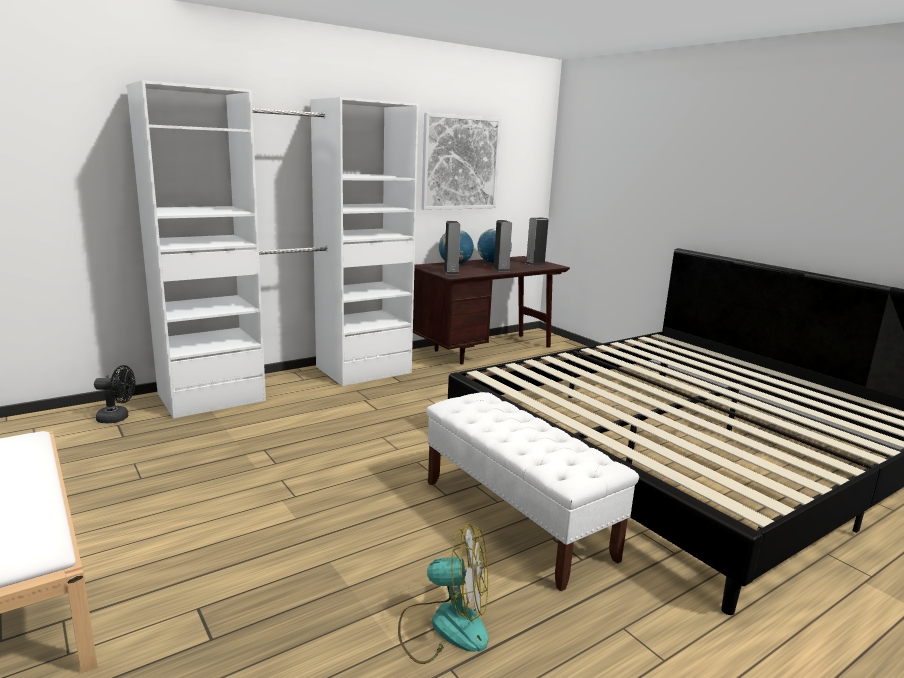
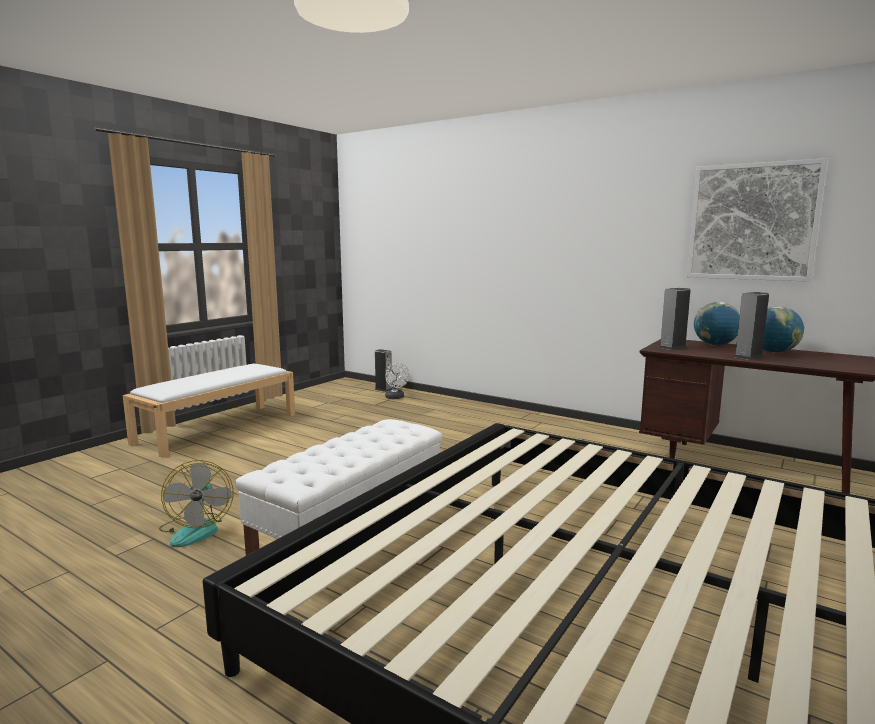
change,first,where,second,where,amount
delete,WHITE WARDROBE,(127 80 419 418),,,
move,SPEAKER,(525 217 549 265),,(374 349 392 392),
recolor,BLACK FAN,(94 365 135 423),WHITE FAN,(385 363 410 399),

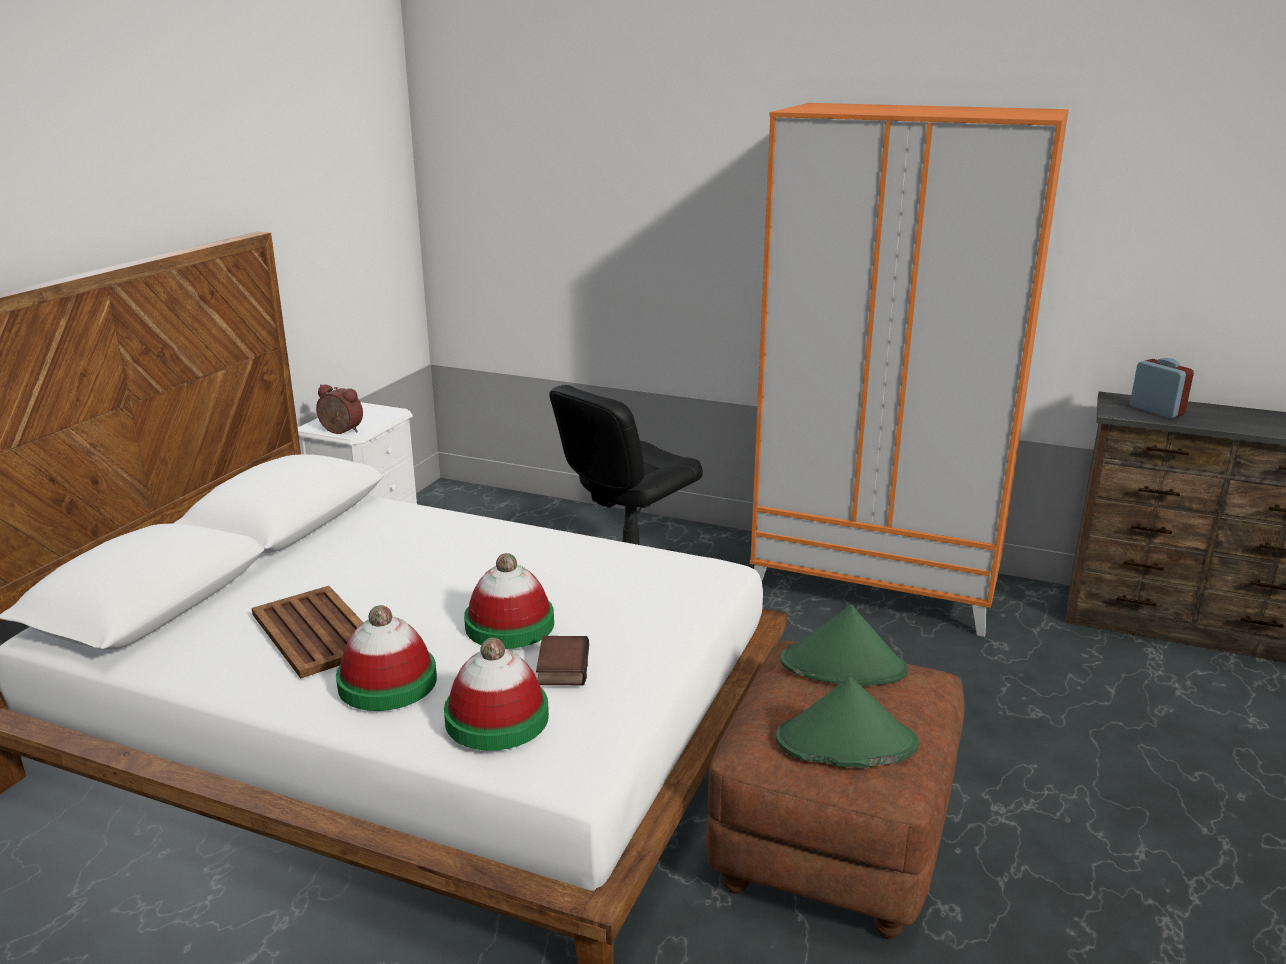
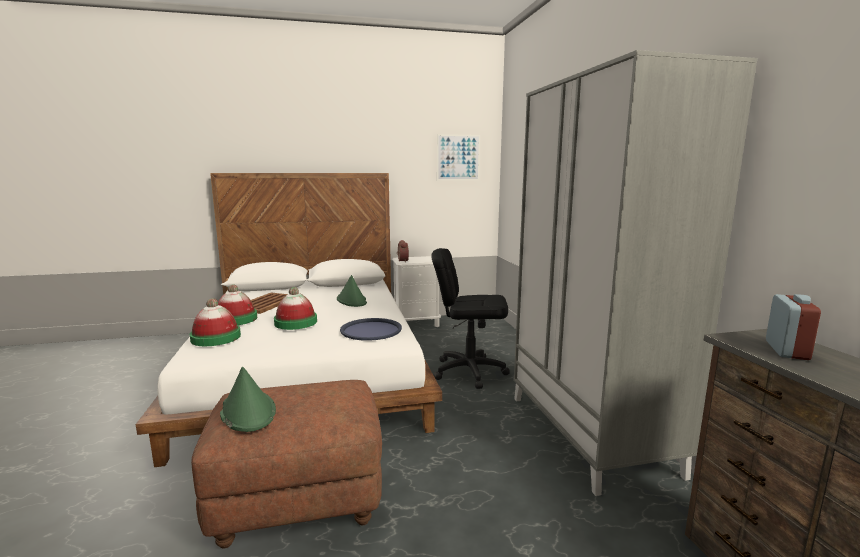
change,first,where,second,where,amount
delete,BOOK,(536 636 589 685),,,
insert,,,BLUE TRAY,(340 318 402 341),
insert,,,PICTURE,(437 134 480 181),
move,GREEN HAT,(780 604 908 685),,(337 275 367 307),
recolor,ORANGE WARDROBE,(750 103 1069 637),GREY WARDROBE,(513 50 757 496),

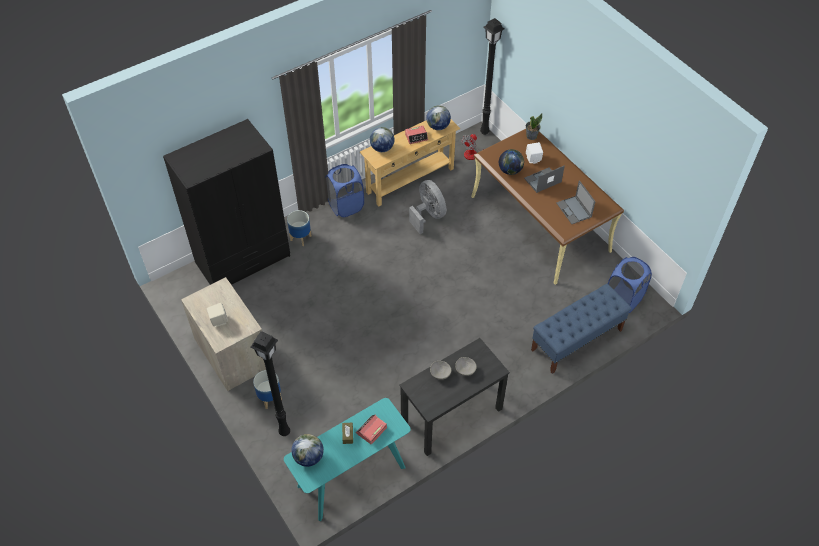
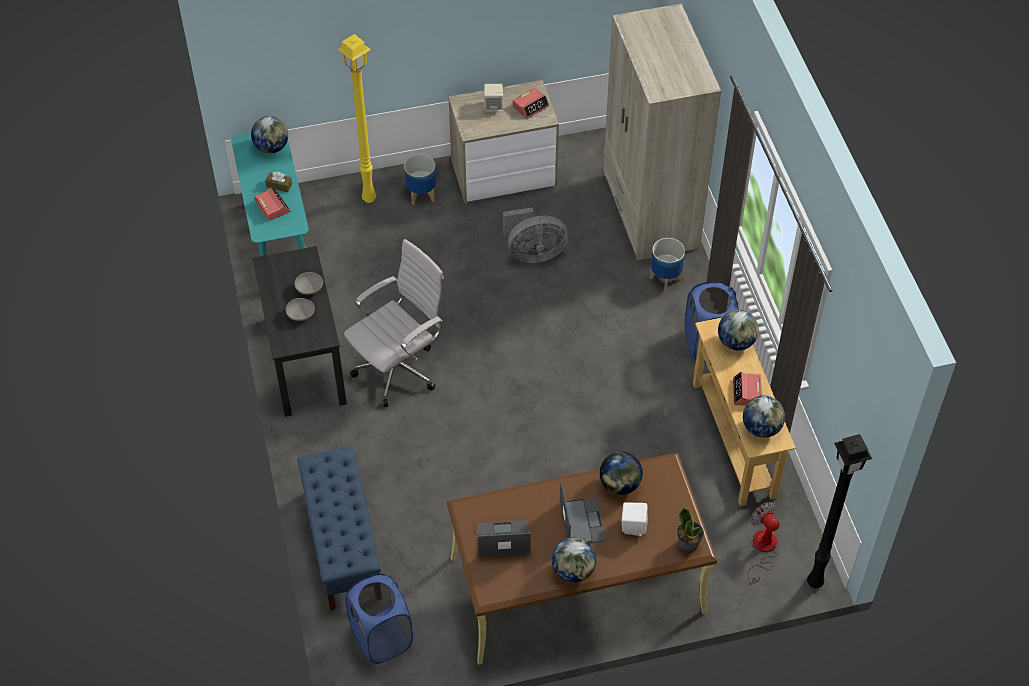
change,first,where,second,where,amount
insert,,,WHITE OFFICE CHAIR,(344 239 444 407),
insert,,,ALARM CLOCK,(513 88 549 119),
insert,,,GLOBE,(552 537 596 582),
move,GREY FAN,(409 180 447 234),,(503 207 568 263),
recolor,BLACK WARDROBE,(163 119 290 285),BEIGE WARDROBE,(603 4 721 260),
recolor,BLACK FLOOR LAMP,(250 331 290 436),YELLOW FLOOR LAMP,(338 34 376 203),

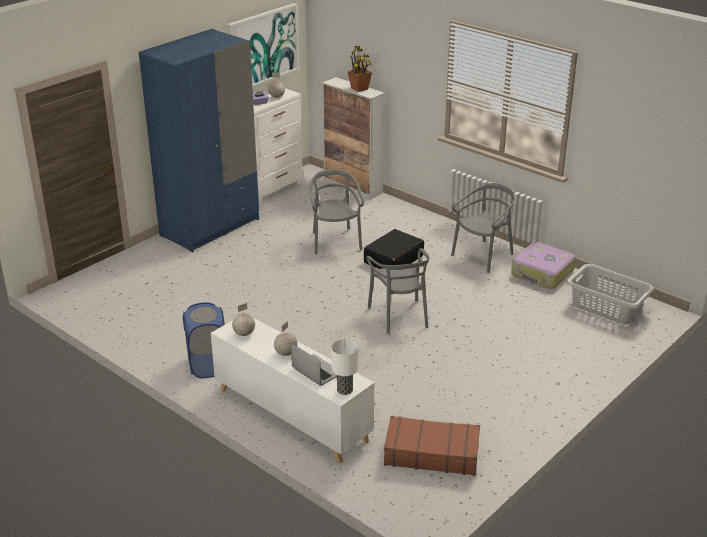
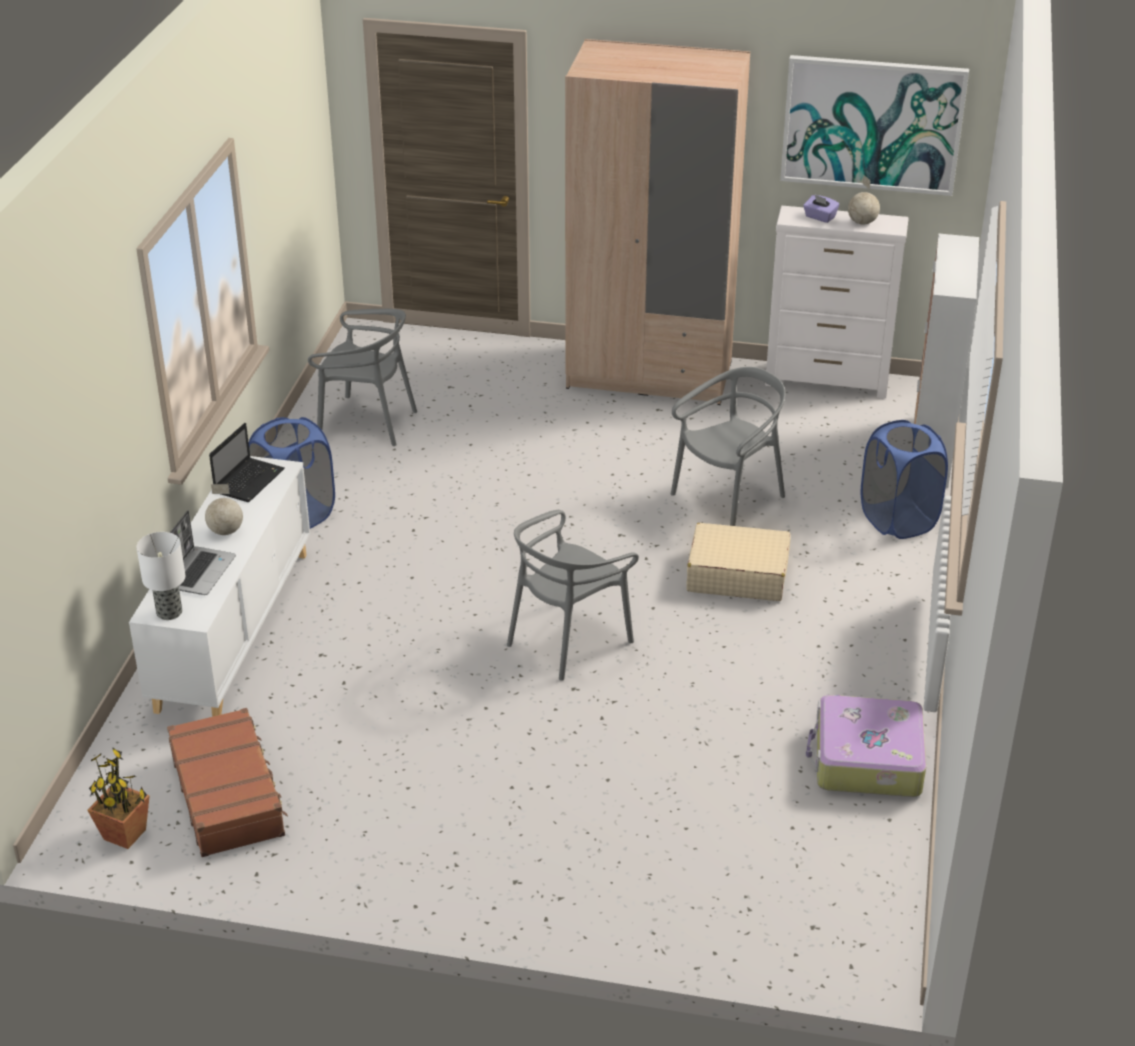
change,first,where,second,where,amount
delete,GREY LAUNDRY BASKET,(567 264 654 325),,,
insert,,,BLUE LAUNDRY BASKET,(861 420 948 539),
move,POTTED PLANT,(348 46 372 92),,(87 747 150 849),
move,GREY CHAIR,(451 183 515 273),,(308 309 417 446),
replace,GLOBE,(232 303 255 336),LAPTOP,(209 423 285 502),
recolor,BLUE WARDROBE,(139 29 259 252),BEIGE WARDROBE,(565 39 750 405),
recolor,BLACK SUITCASE,(364 229 424 269),BEIGE SUITCASE,(686 523 790 601),

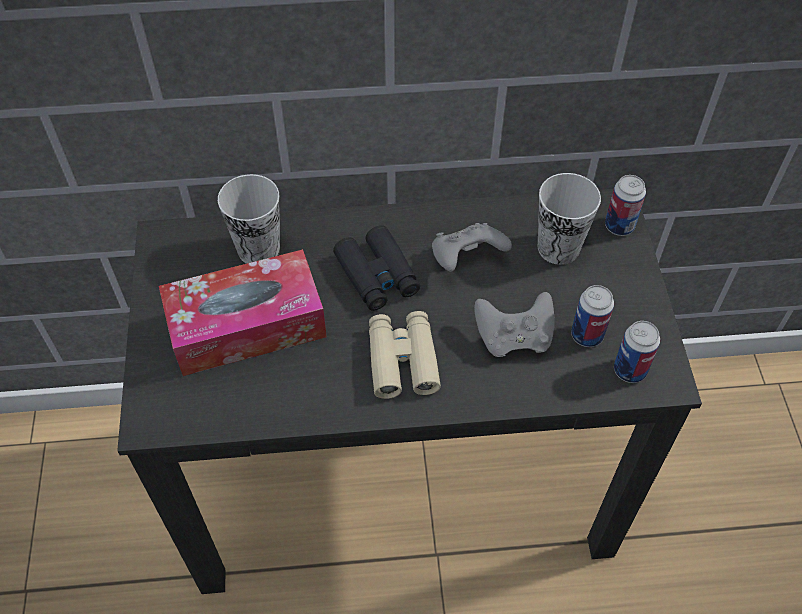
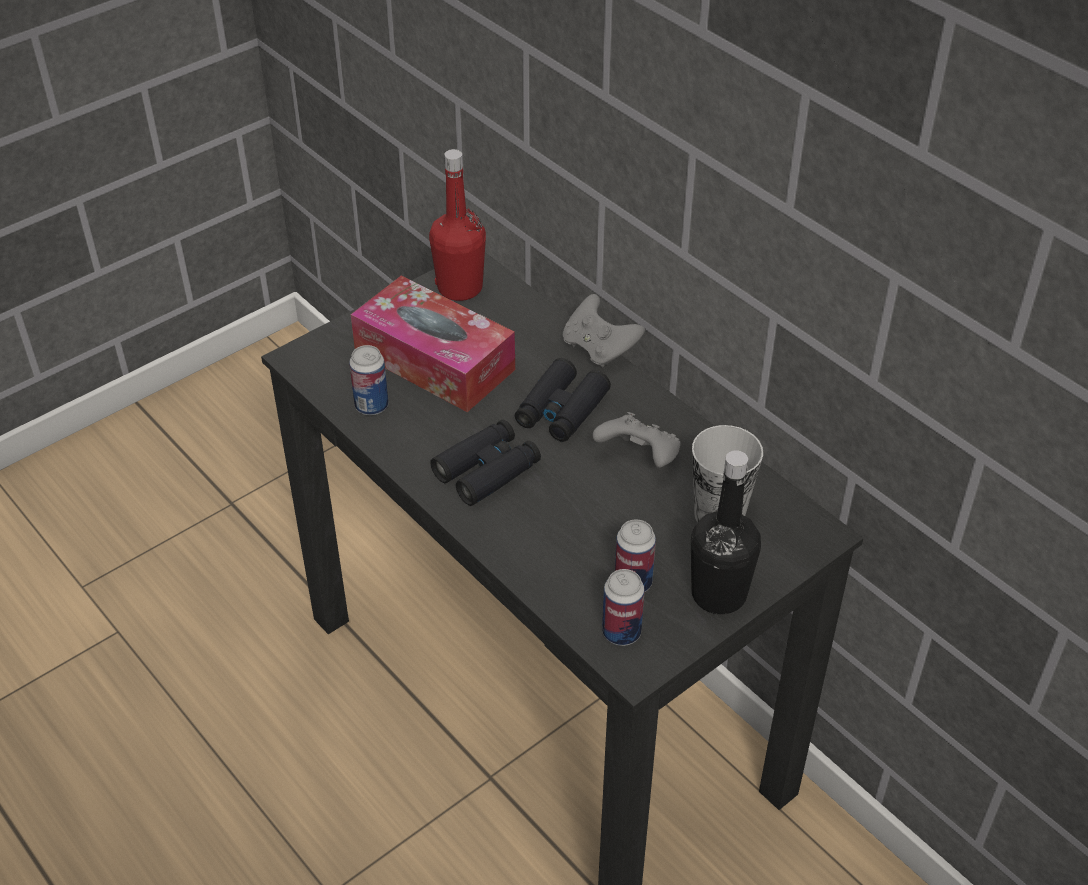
change,first,where,second,where,amount
delete,CUP,(218 174 280 264),,,
insert,,,RED BOTTLE,(429 149 486 301),
insert,,,BLACK BOTTLE,(691 450 761 614),
move,GREY GAME CONTROLLER,(474 292 555 357),,(563 294 645 368),
move,CAN,(605 175 646 236),,(349 345 389 415),
recolor,BEIGE BINOCULARS,(369 311 441 399),BLACK BINOCULARS,(430 420 541 506),

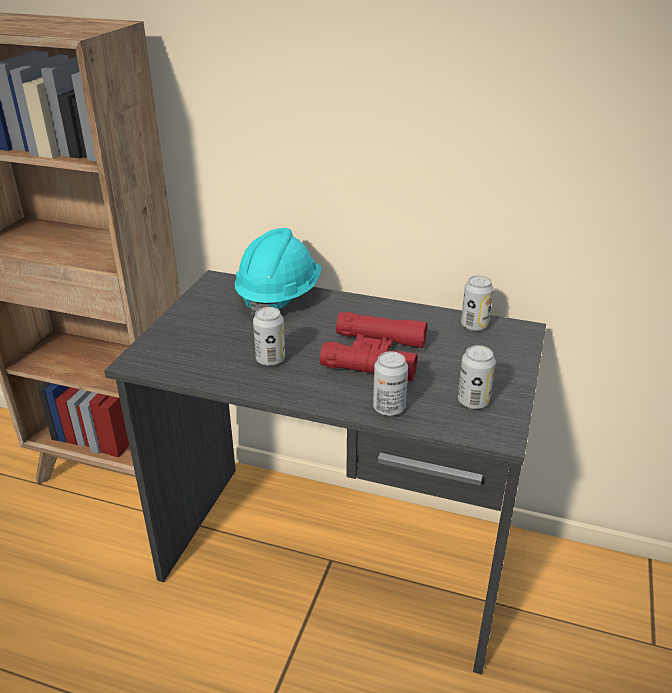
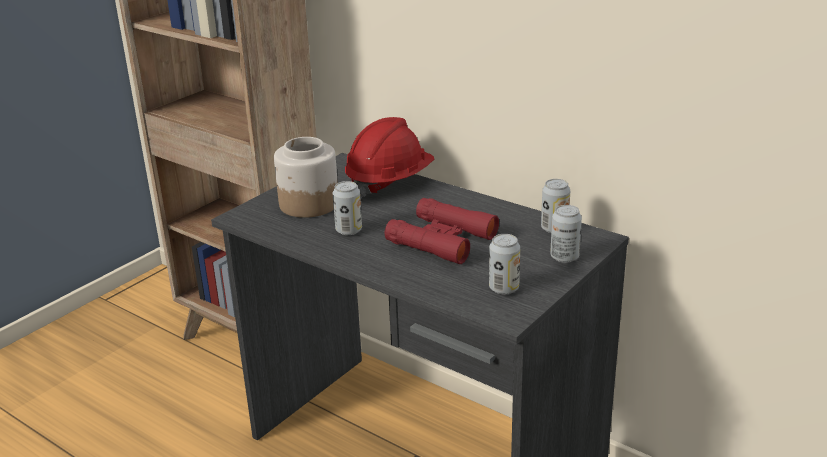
change,first,where,second,where,amount
insert,,,JAR,(274 137 338 218),
move,CAN,(373 351 408 416),,(550 205 582 263),
recolor,TURQUOISE HARD HAT,(235 228 322 316),RED HARD HAT,(345 117 434 198),

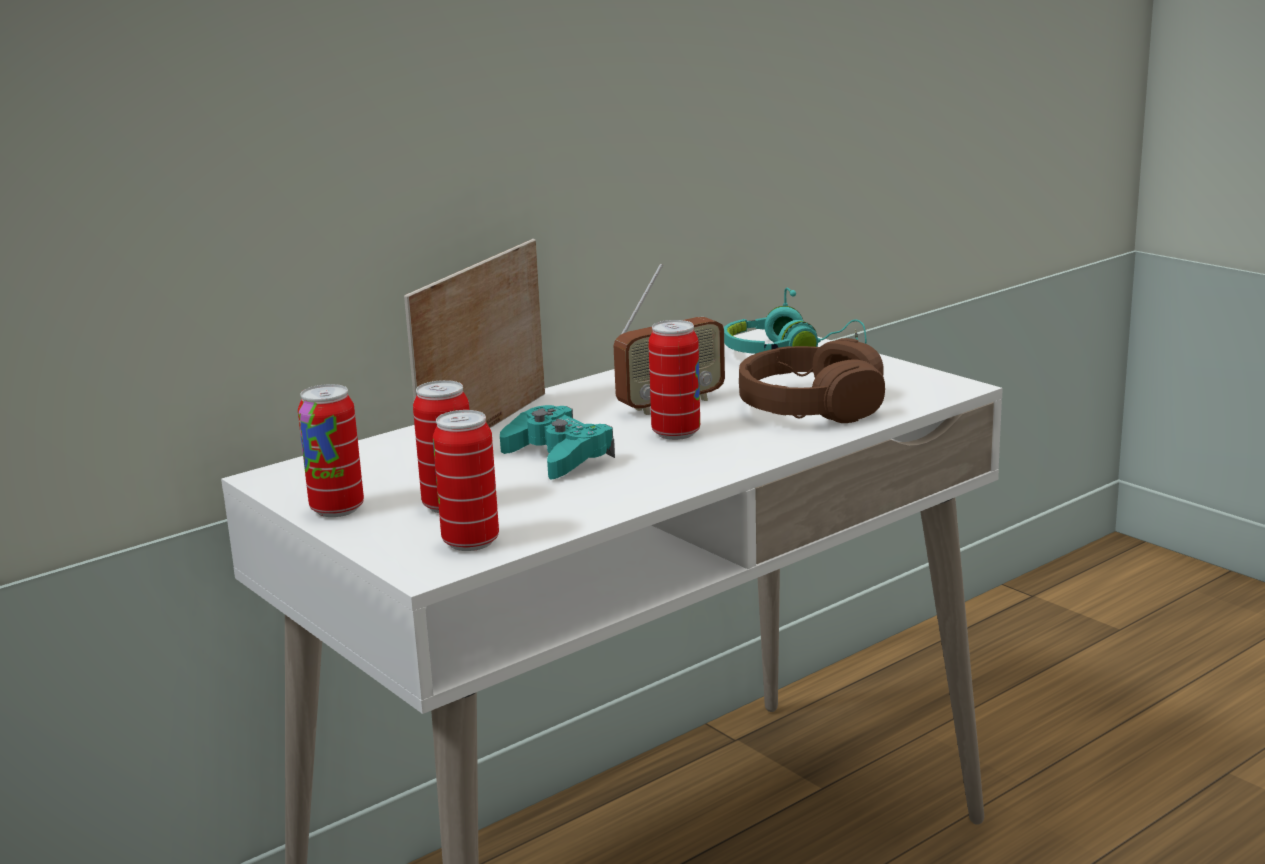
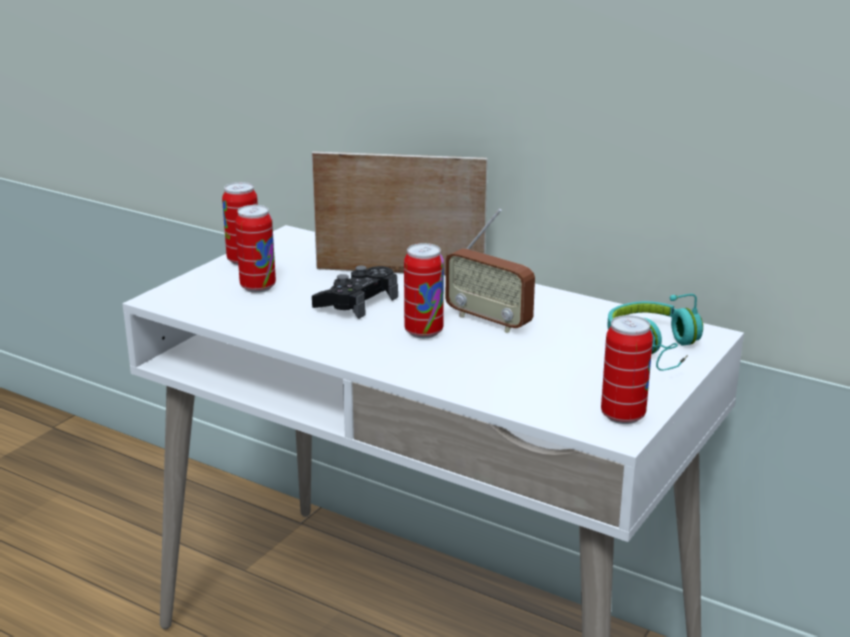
change,first,where,second,where,amount
delete,BROWN HEADPHONES,(739 338 885 423),,,
move,CAN,(433 410 499 551),,(601 315 653 424),
recolor,TURQUOISE GAME CONTROLLER,(500 405 615 480),BLACK GAME CONTROLLER,(312 265 398 319),

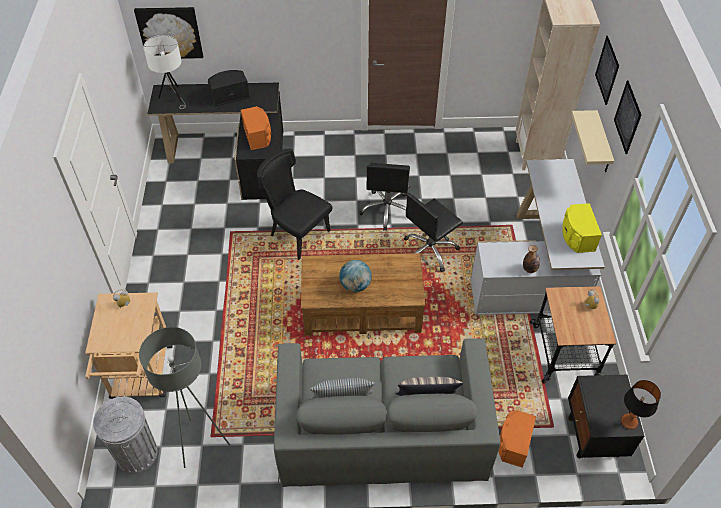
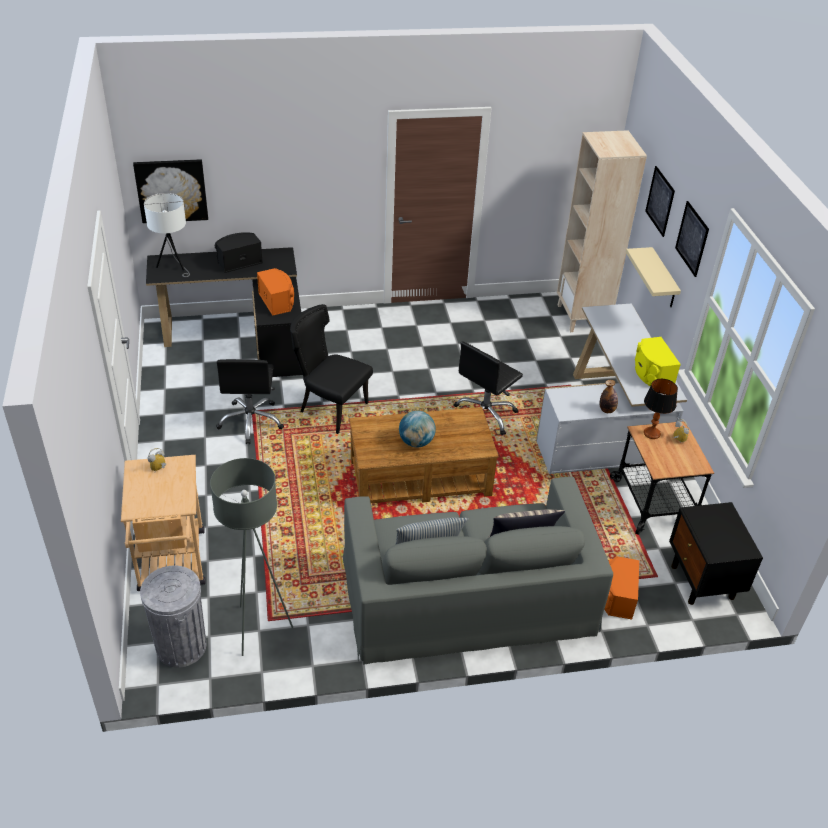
change,first,where,second,where,amount
move,BLACK OFFICE CHAIR,(359 163 410 231),,(216 359 284 444),
move,TABLE LAMP,(621 380 661 429),,(644 379 678 439),

